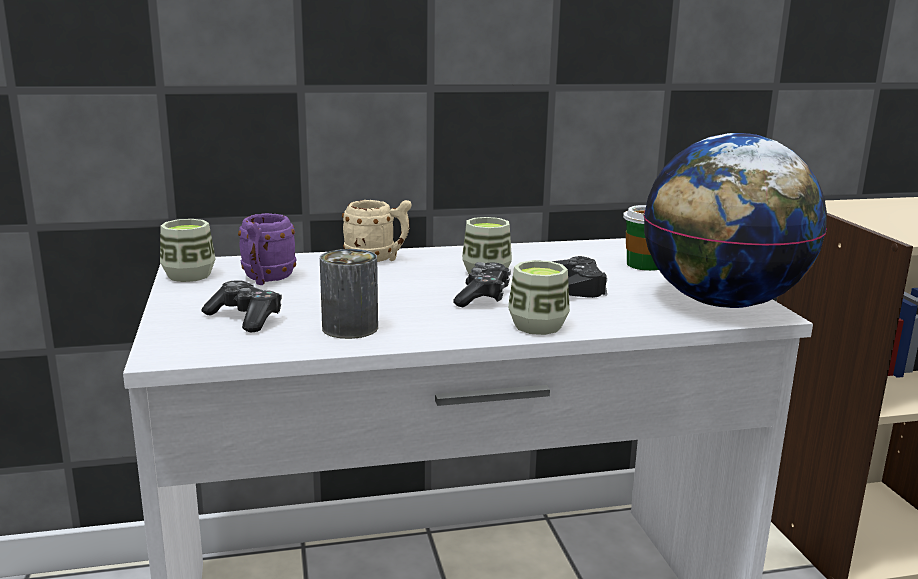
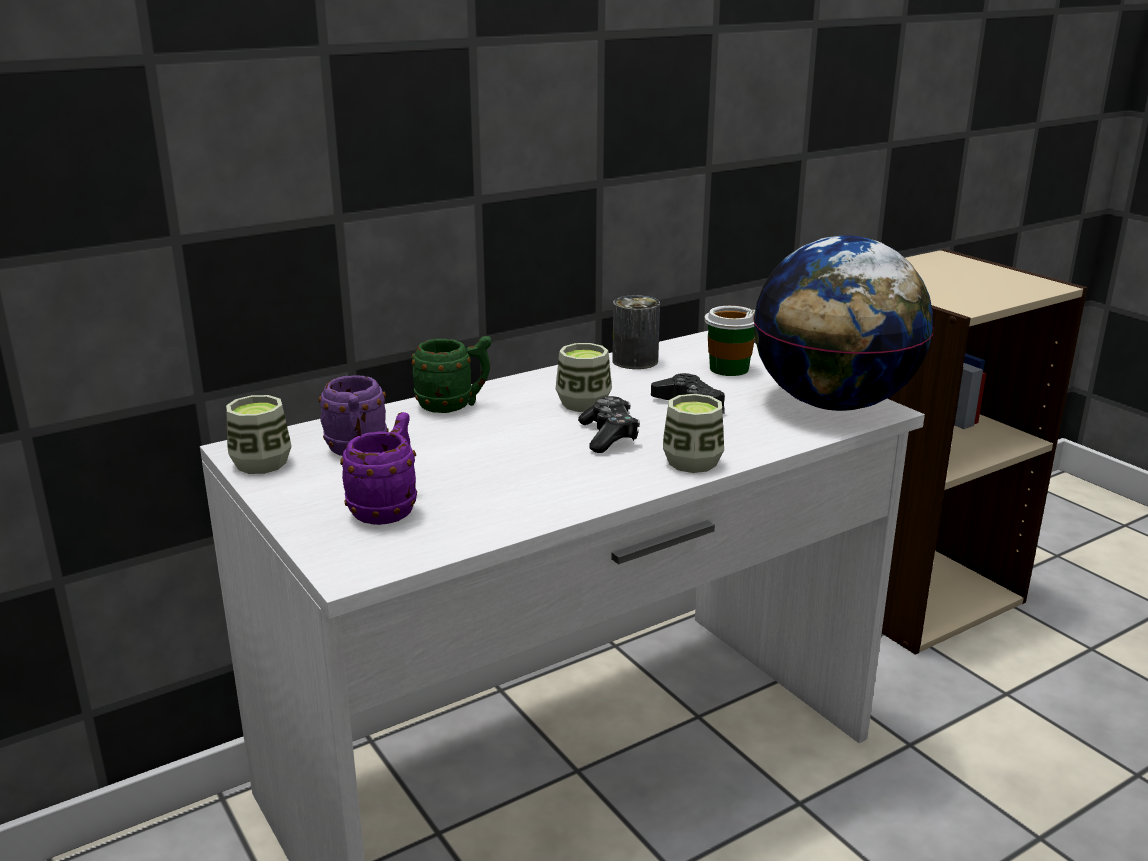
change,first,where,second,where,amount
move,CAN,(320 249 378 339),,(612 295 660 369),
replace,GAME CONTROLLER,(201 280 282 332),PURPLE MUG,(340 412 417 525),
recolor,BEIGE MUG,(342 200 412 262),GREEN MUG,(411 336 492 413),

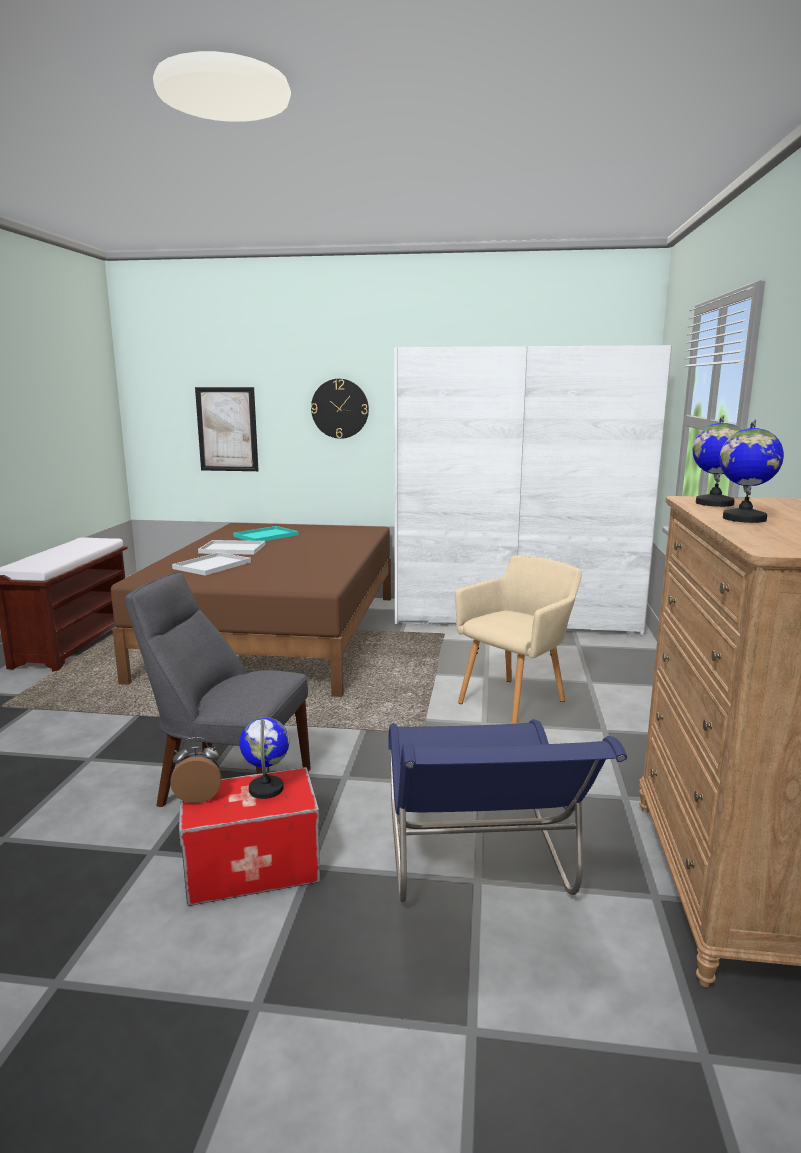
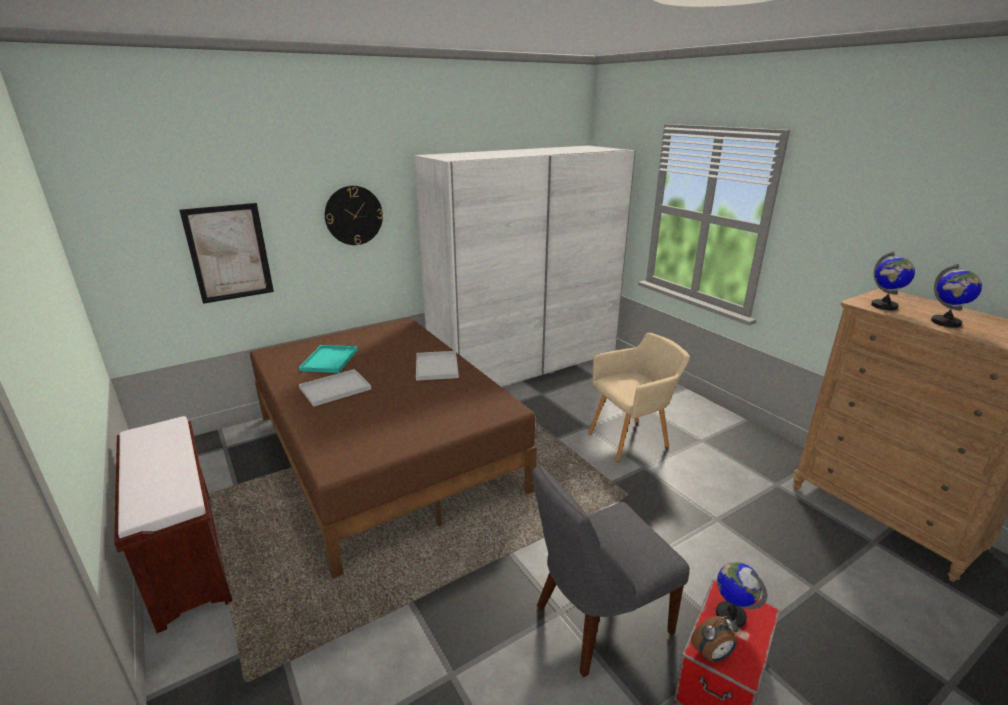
change,first,where,second,where,amount
delete,BLUE CHAIR,(389 719 627 902),,,
move,WHITE TRAY,(172 552 251 576),,(416 351 459 381),
rotate,ALARM CLOCK,(170 737 221 804),,(691 616 738 662),150 degrees counterclockwise
rotate,BEIGE ARMCHAIR,(455 555 582 724),,(588 333 690 462),60 degrees clockwise

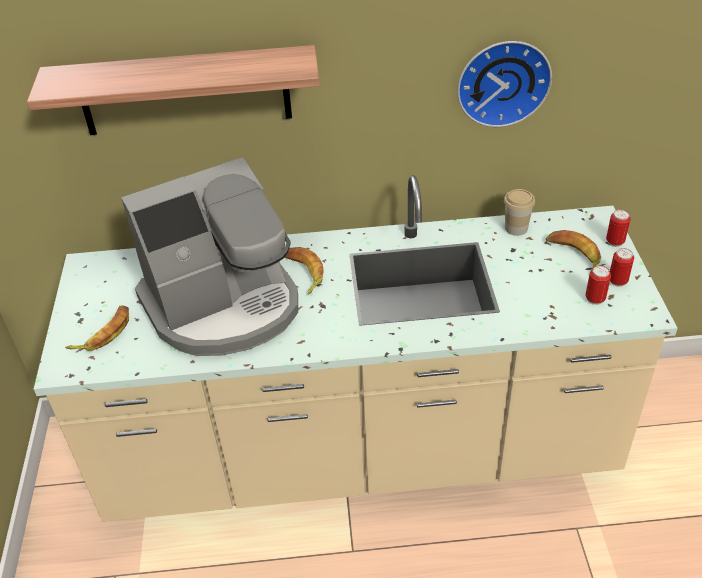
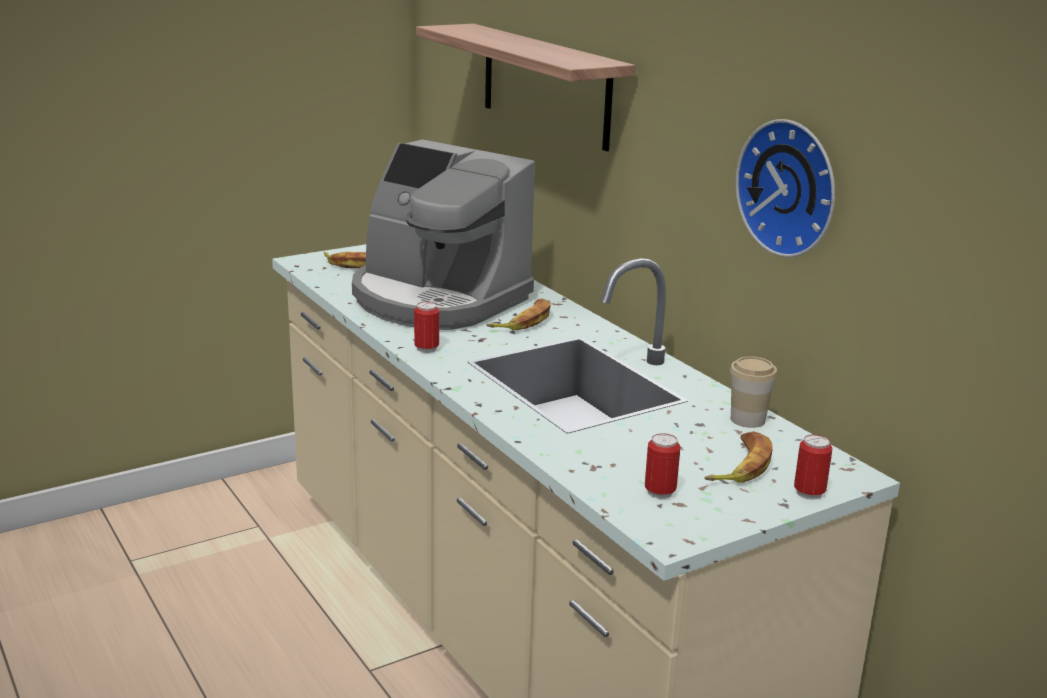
change,first,where,second,where,amount
move,CAN,(610 248 634 287),,(414 302 439 353),

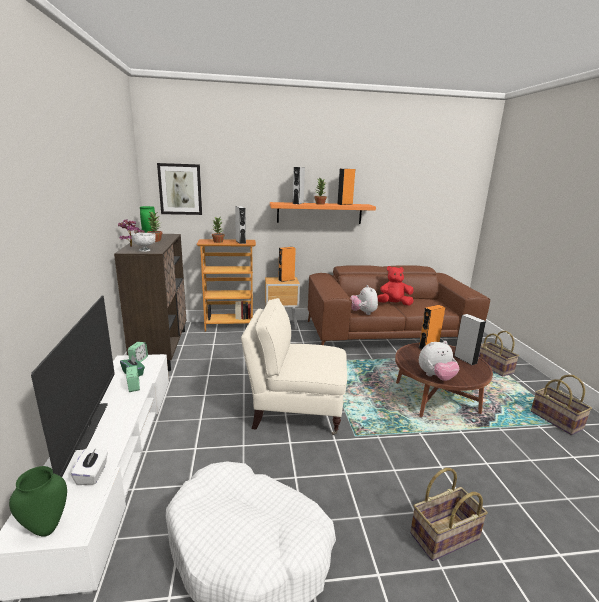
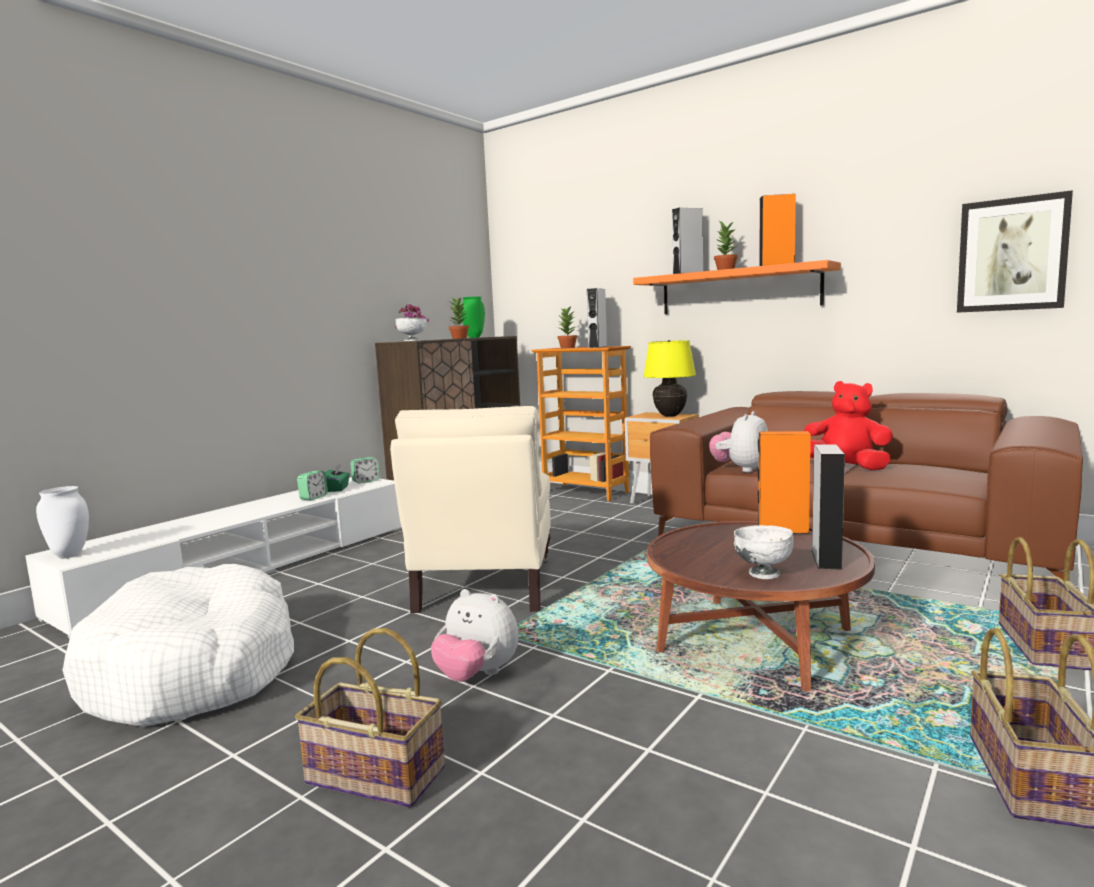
change,first,where,second,where,amount
delete,TELEVISION,(31 296 115 477),,,
delete,WHITE TISSUE BOX,(71 448 108 485),,,
insert,,,WHITE BOWL,(734 525 794 579),
move,PICTURE,(157 163 202 215),,(957 190 1073 313),
move,PLUSH TOY,(419 341 459 381),,(431 589 519 682),
replace,ORANGE SPEAKER,(278 247 296 282),YELLOW TABLE LAMP,(643 340 696 417),
recolor,GREEN VASE,(9 466 67 537),WHITE VASE,(36 486 89 559),
rotate,BEIGE ARMCHAIR,(241 298 347 435),,(390 406 551 613),135 degrees counterclockwise

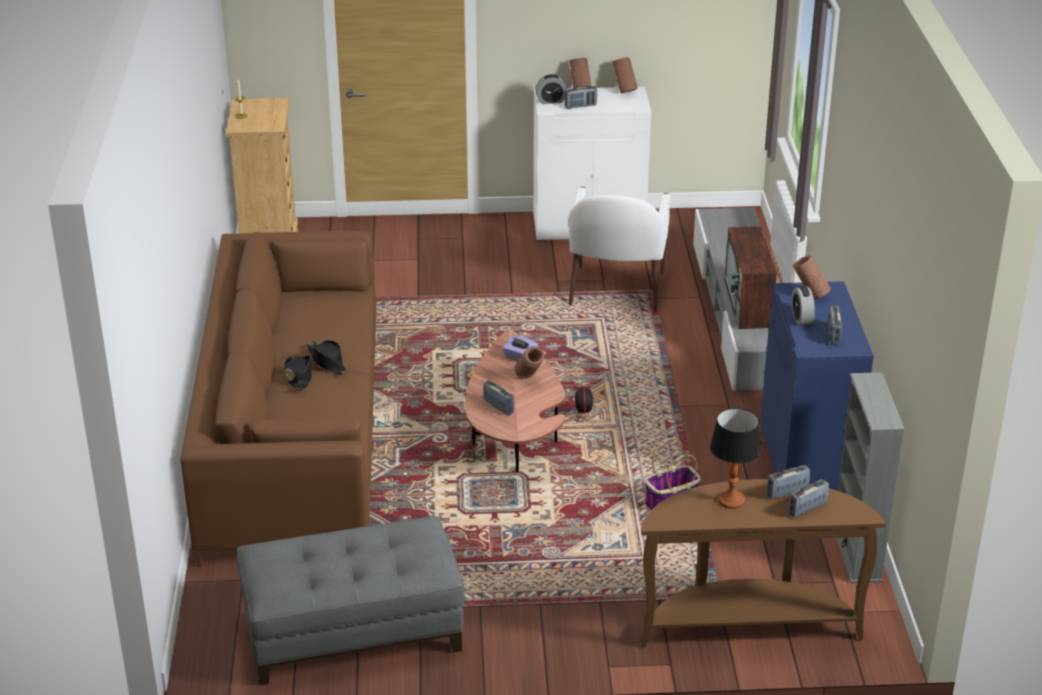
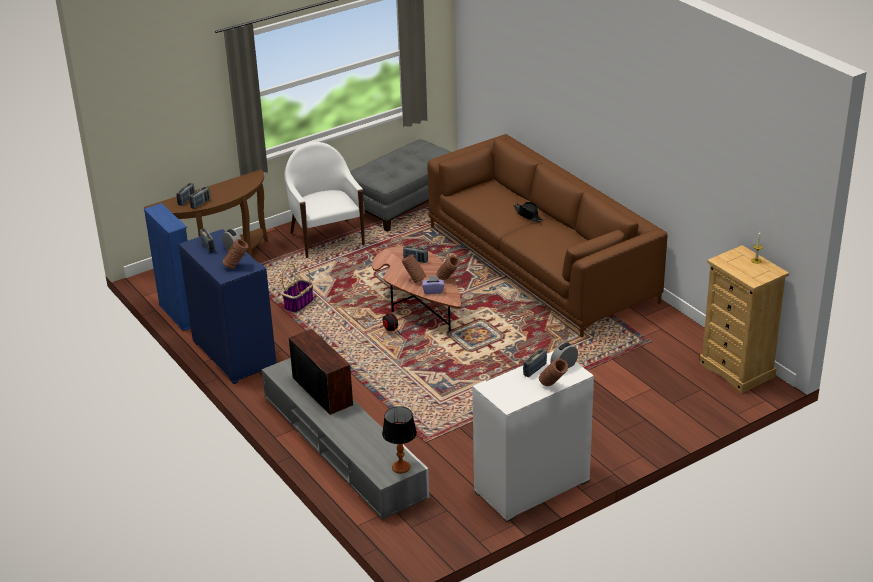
change,first,where,second,where,amount
delete,BLACK HAT,(307 340 348 374),,,
move,WHITE ARMCHAIR,(569 187 670 312),,(284 142 365 258),
move,BROWN VASE,(613 57 638 93),,(436 256 460 280),
move,TABLE LAMP,(710 408 762 509),,(382 406 417 474),
recolor,GREY BOOKCASE,(836 372 904 583),BLUE BOOKCASE,(144 203 191 331),

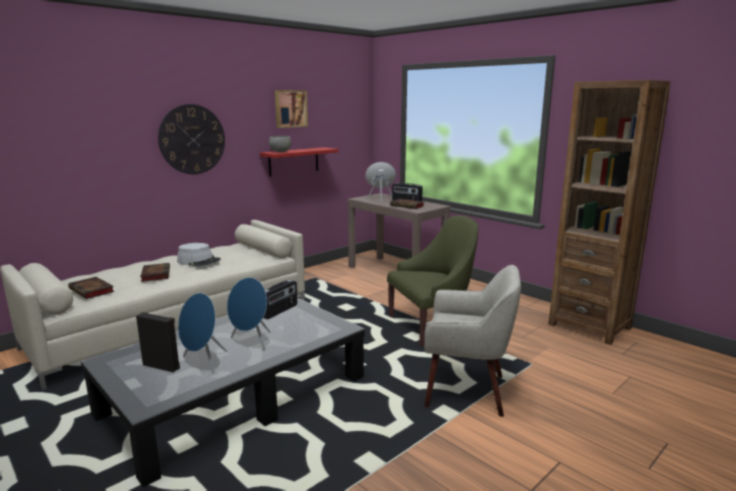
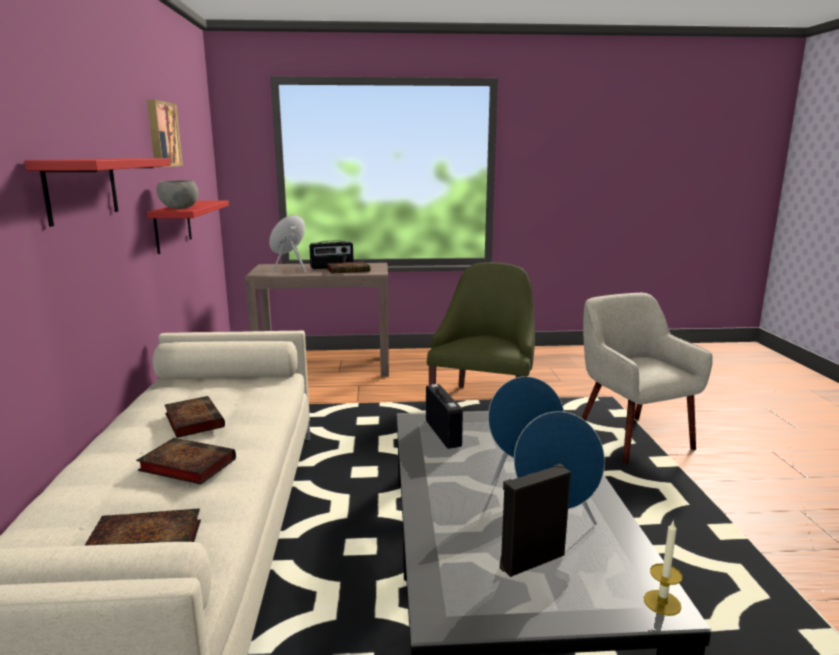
change,first,where,second,where,amount
delete,BROWN BOOKCASE,(548 80 671 345),,,
insert,,,CANDLE,(644 520 683 616),
replace,WALL CLOCK,(158 104 225 174),RED SHELF,(24 158 171 227),
replace,GREY HAT,(177 243 221 266),BOOK,(165 396 225 438),
rotate,BEIGE ARMCHAIR,(424 265 521 417),,(581 293 713 464),75 degrees counterclockwise

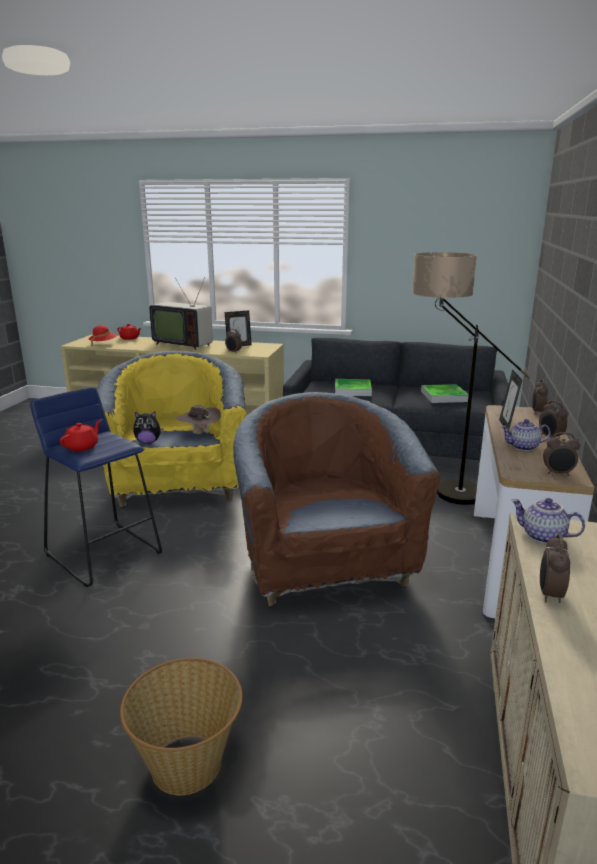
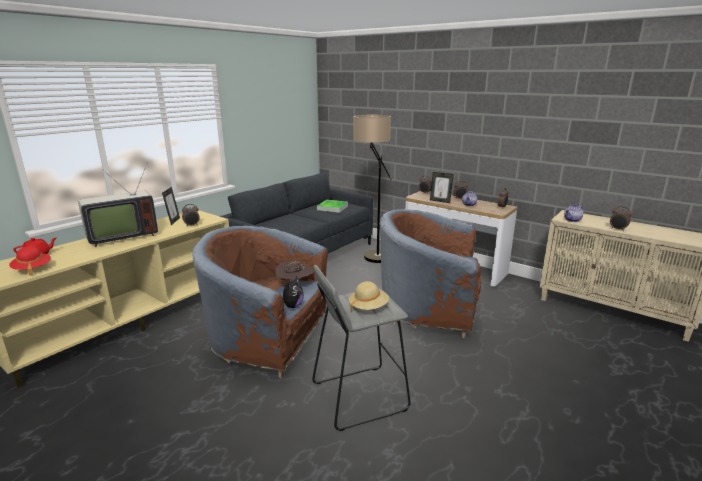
change,first,where,second,where,amount
delete,BASKET,(120 658 242 796),,,
delete,TRAY,(335 379 372 396),,,
replace,RED TEAPOT,(59 420 101 451),BEIGE HAT,(349 281 389 313),
recolor,BLUE STOOL,(30 387 162 587),GREY STOOL,(312 265 411 431),
recolor,YELLOW ARMCHAIR,(97 351 246 507),BROWN ARMCHAIR,(193 226 328 378),

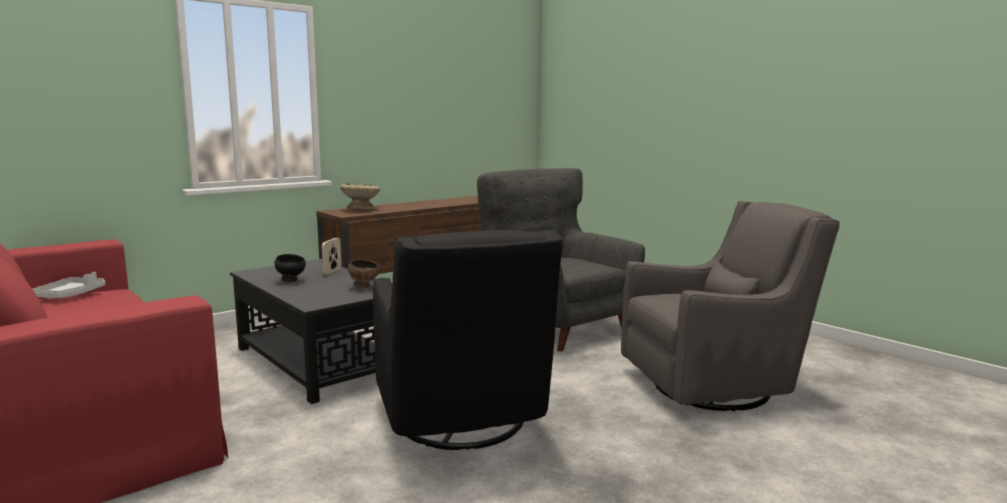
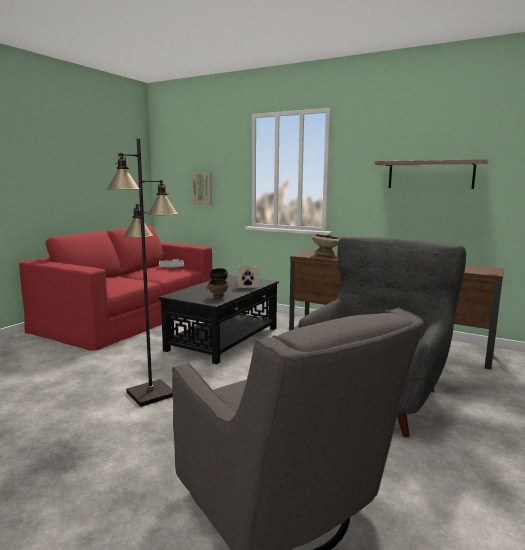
change,first,where,second,where,amount
insert,,,PICTURE,(192 172 212 205),
insert,,,SHELF,(375 159 488 189),
replace,BLACK ARMCHAIR,(373 230 563 450),BLACK FLOOR LAMP,(107 138 178 407),

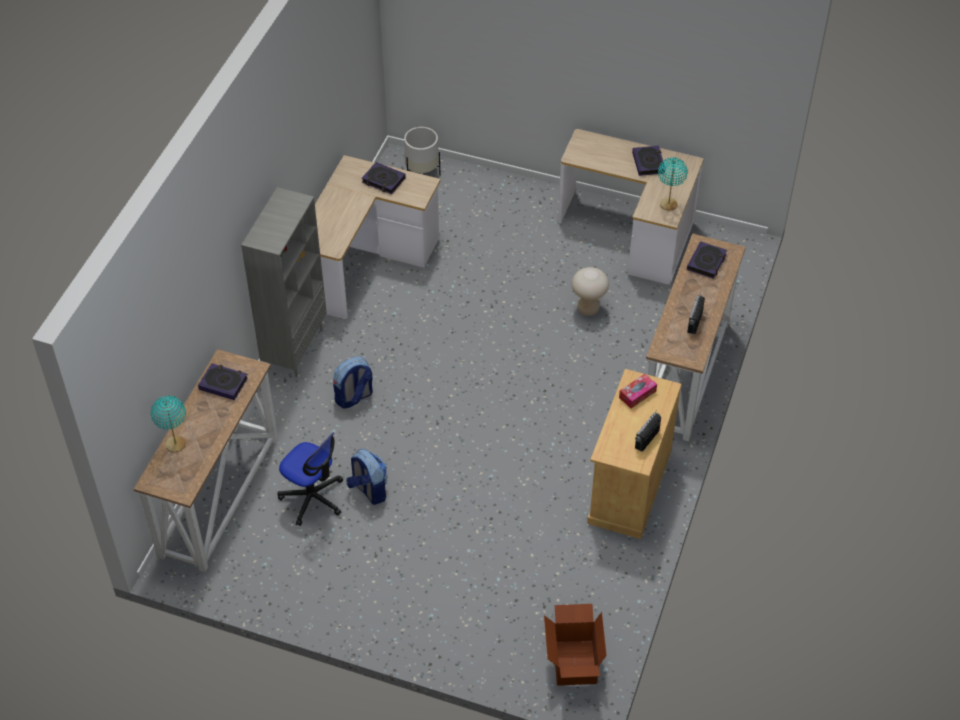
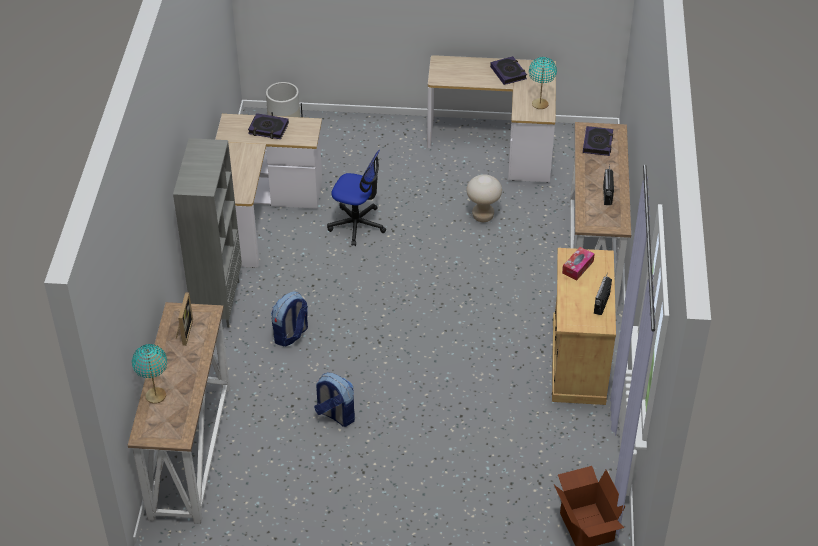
change,first,where,second,where,amount
move,OFFICE CHAIR,(278 433 343 526),,(327 150 386 246),
replace,BOOK,(198 363 248 400),PICTURE FRAME,(176 292 193 346),

